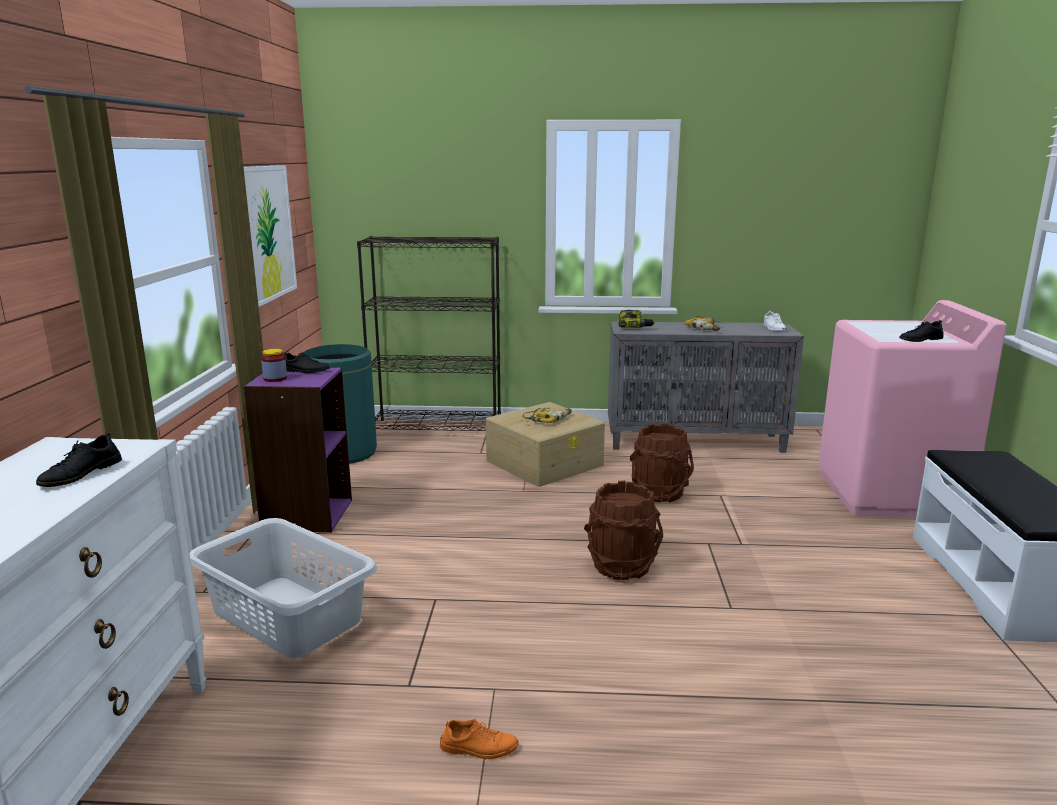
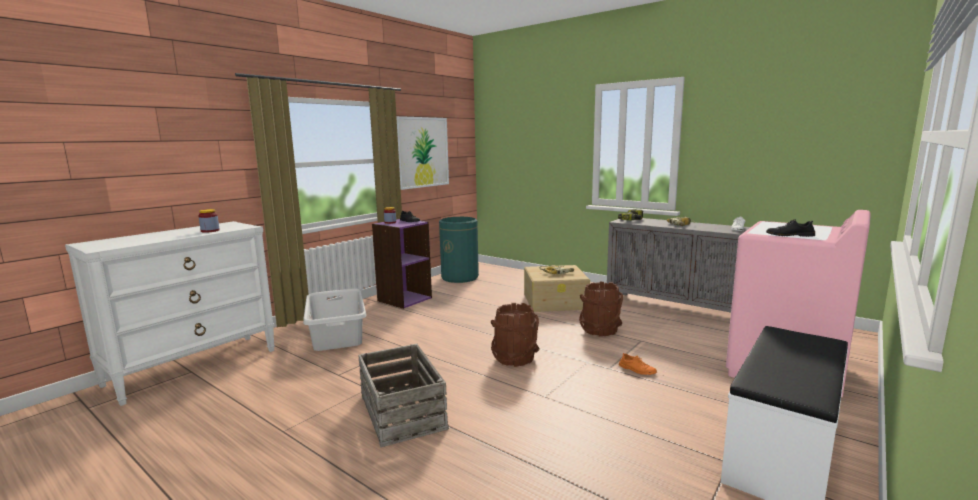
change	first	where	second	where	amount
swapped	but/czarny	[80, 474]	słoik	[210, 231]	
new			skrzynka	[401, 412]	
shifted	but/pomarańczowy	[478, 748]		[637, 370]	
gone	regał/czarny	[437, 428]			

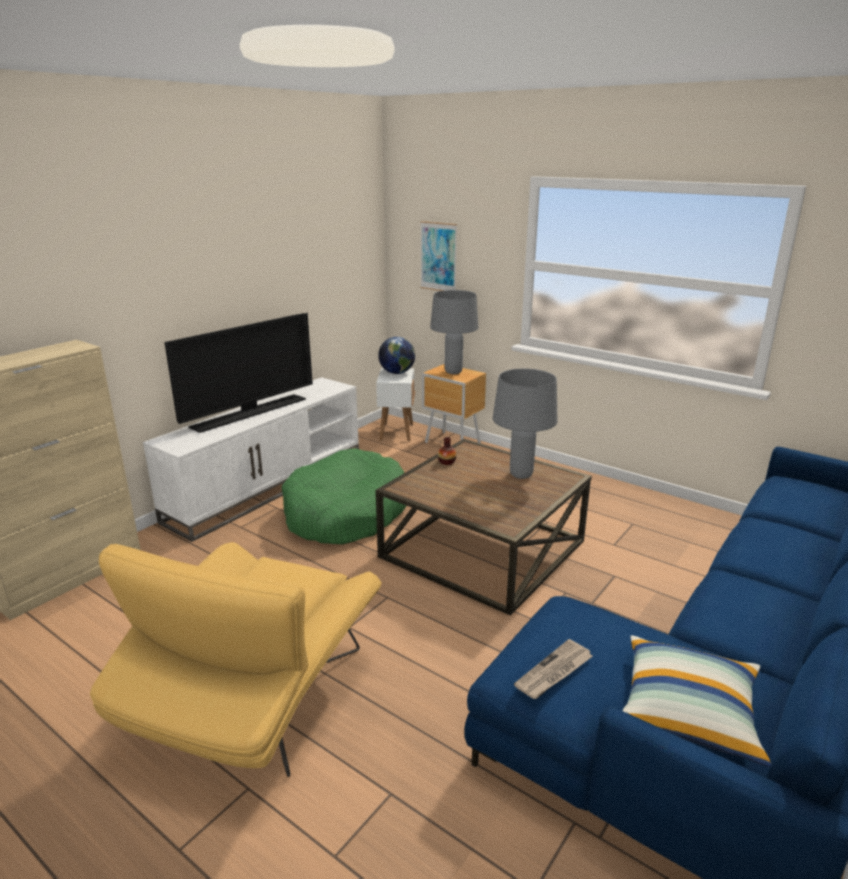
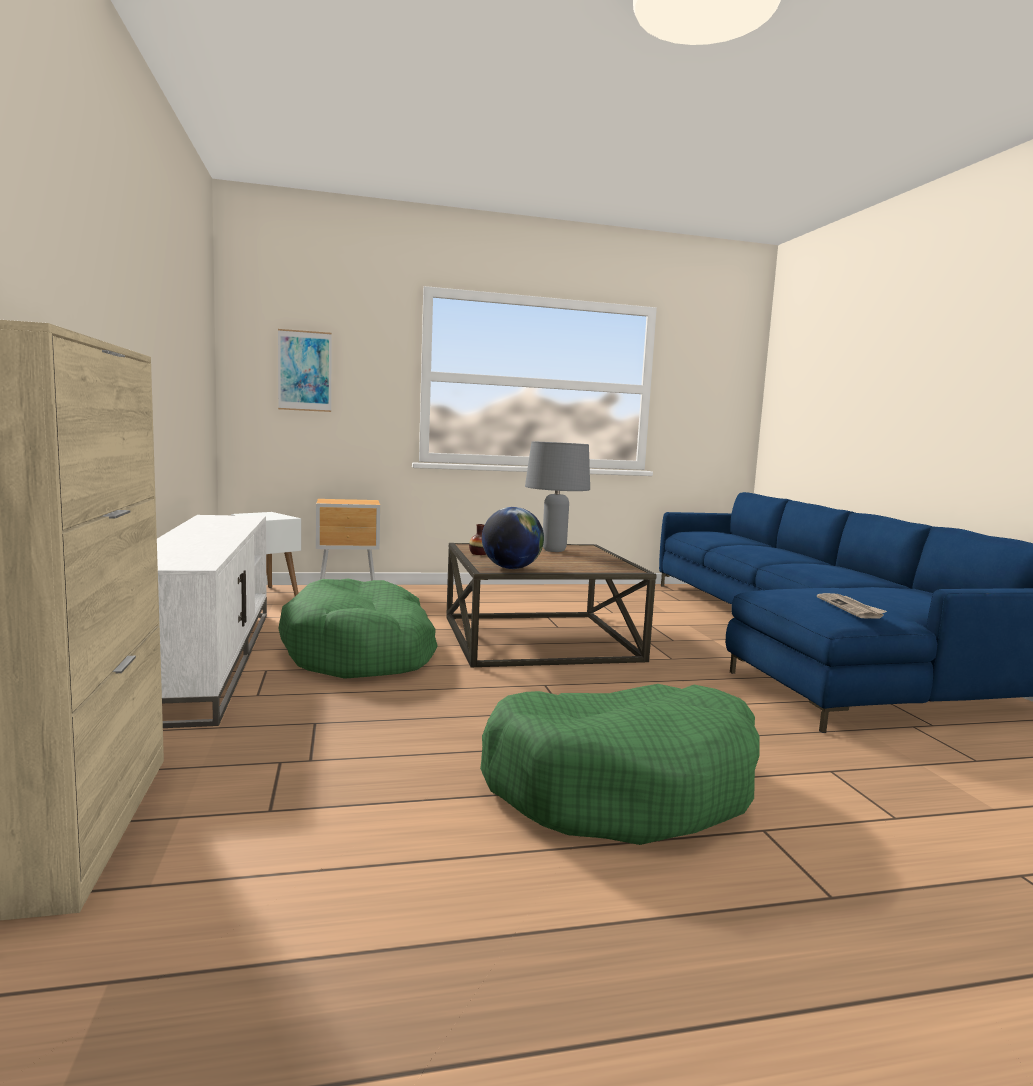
change	first	where	second	where	amount
swapped	fotel/żółty	[254, 702]	legowisko/zielony	[622, 786]	
shifted	globus	[397, 373]		[511, 568]	
gone	telewizor	[250, 413]			
gone	lampa stołowa/szary	[453, 372]			
gone	poduszka	[688, 712]			

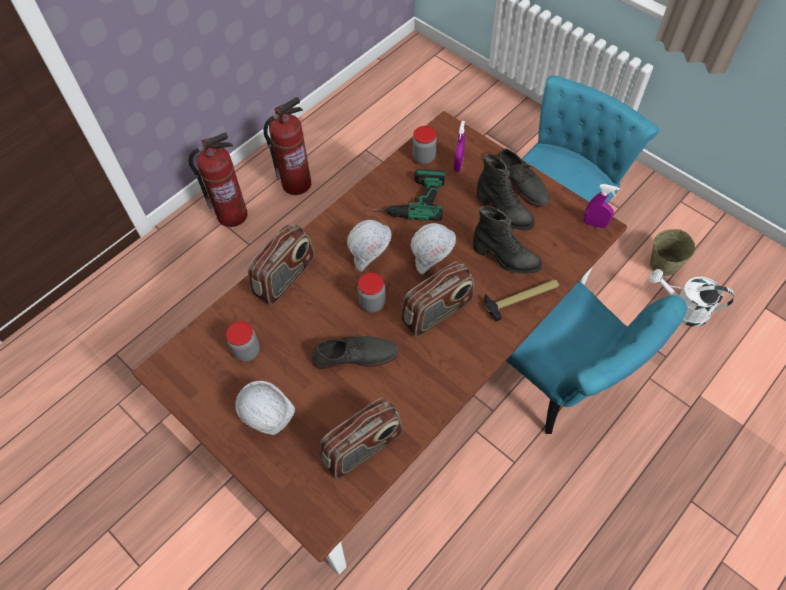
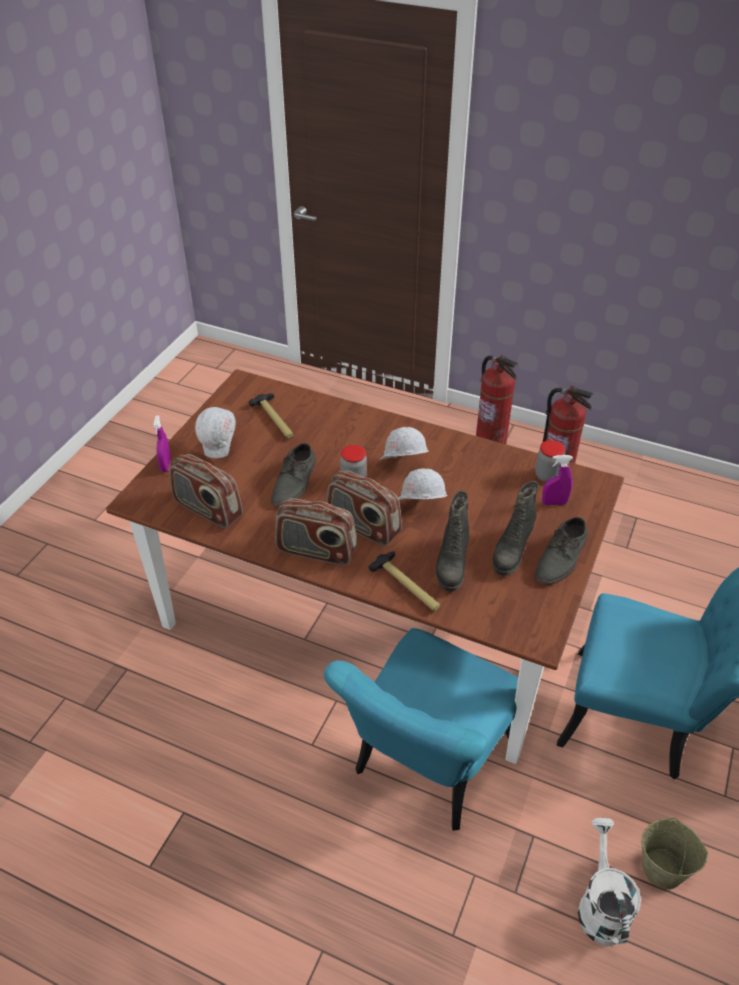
change	first	where	second	where	amount
shifted	spryskiwacz/fioletowy	[594, 224]		[166, 465]	
swapped	słoik	[247, 351]	młotek	[275, 420]	
rotated	but/szary	[355, 355]		[295, 482]	45 degrees clockwise
shifted	radio	[285, 277]		[316, 551]	
gone	wiertarka	[409, 199]			

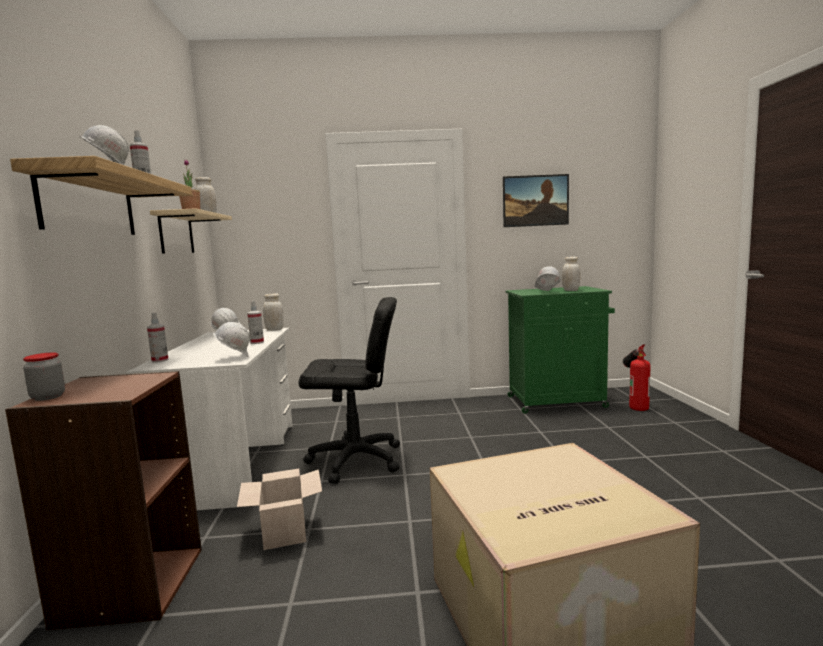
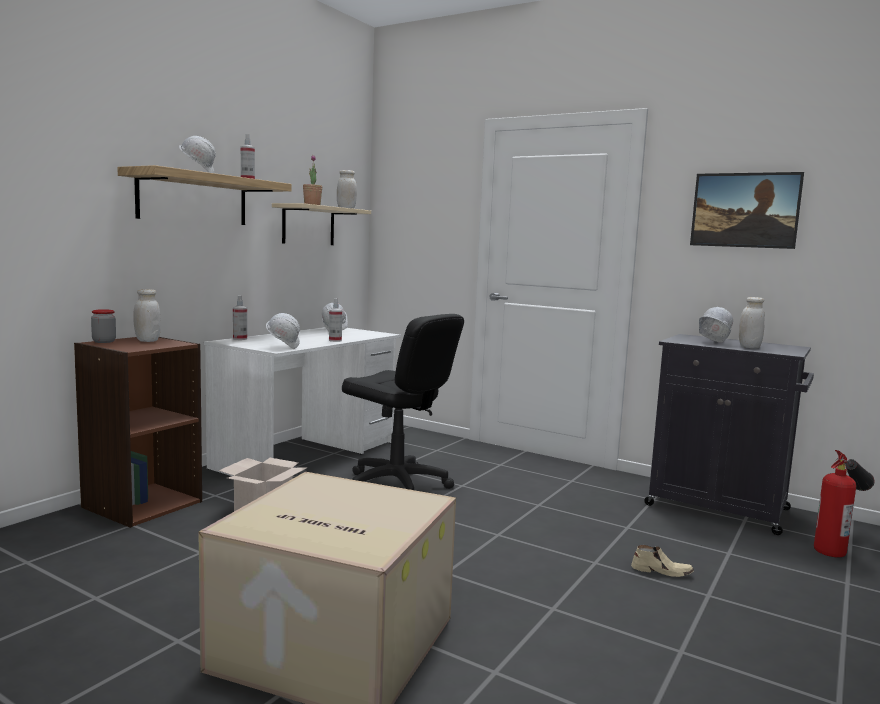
change	first	where	second	where	amount
shifted	słoik/biały	[274, 330]		[147, 341]	
new			but/beżowy	[661, 571]	
repainted	szafka/zielony	[558, 402]	szafka/czarny	[720, 508]	

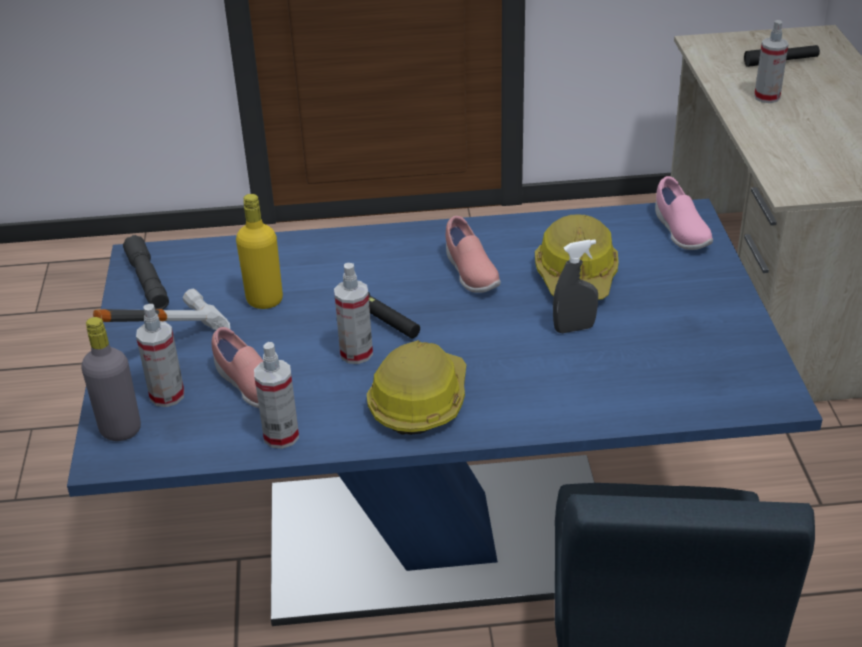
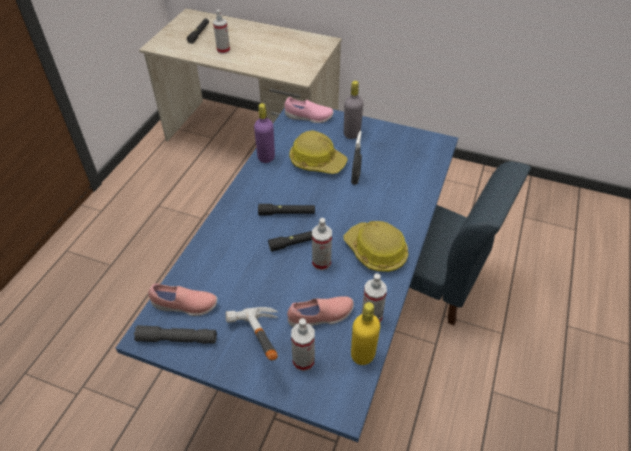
change	first	where	second	where	amount
shifted	but/różowy	[470, 273]		[185, 306]	
new			butelka/fioletowy	[266, 157]	
new			latarka/czarny	[287, 213]	
shifted	butelka/szary	[120, 430]		[352, 134]	
shifted	butelka/żółty	[264, 300]		[362, 355]	

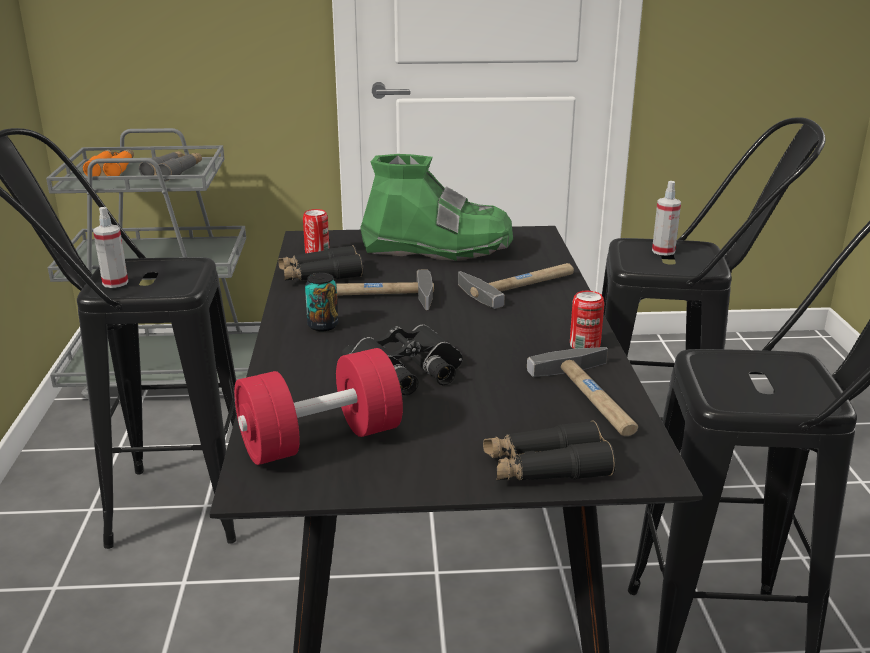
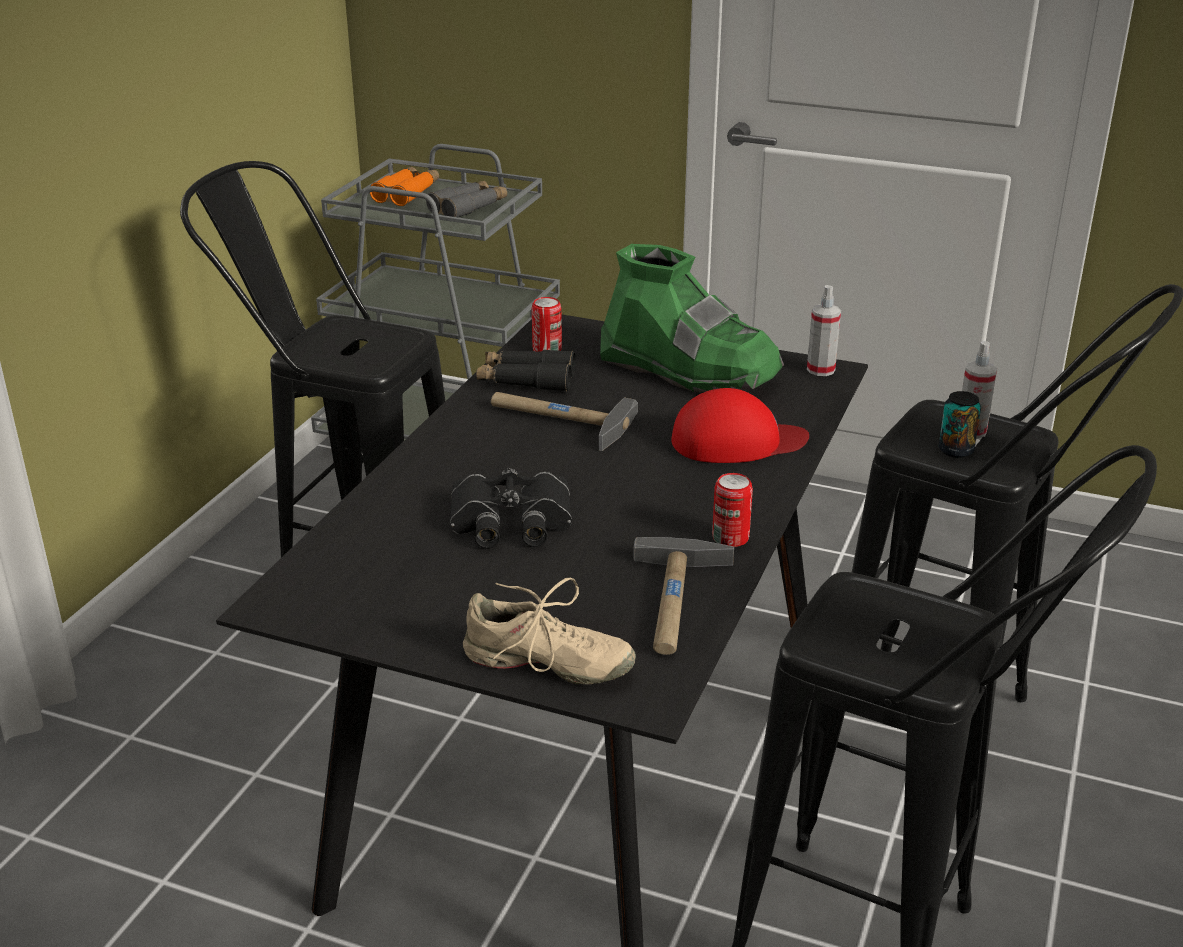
change	first	where	second	where	amount
swapped	lornetka/czarny	[546, 468]	but/beżowy	[547, 664]	
swapped	młotek	[520, 285]	czapka z daszkiem/czerwony	[737, 441]	
shifted	spryskiwacz	[115, 283]		[820, 370]	
shifted	puszka	[323, 326]		[956, 450]	
gone	hantel/czerwony	[320, 440]			

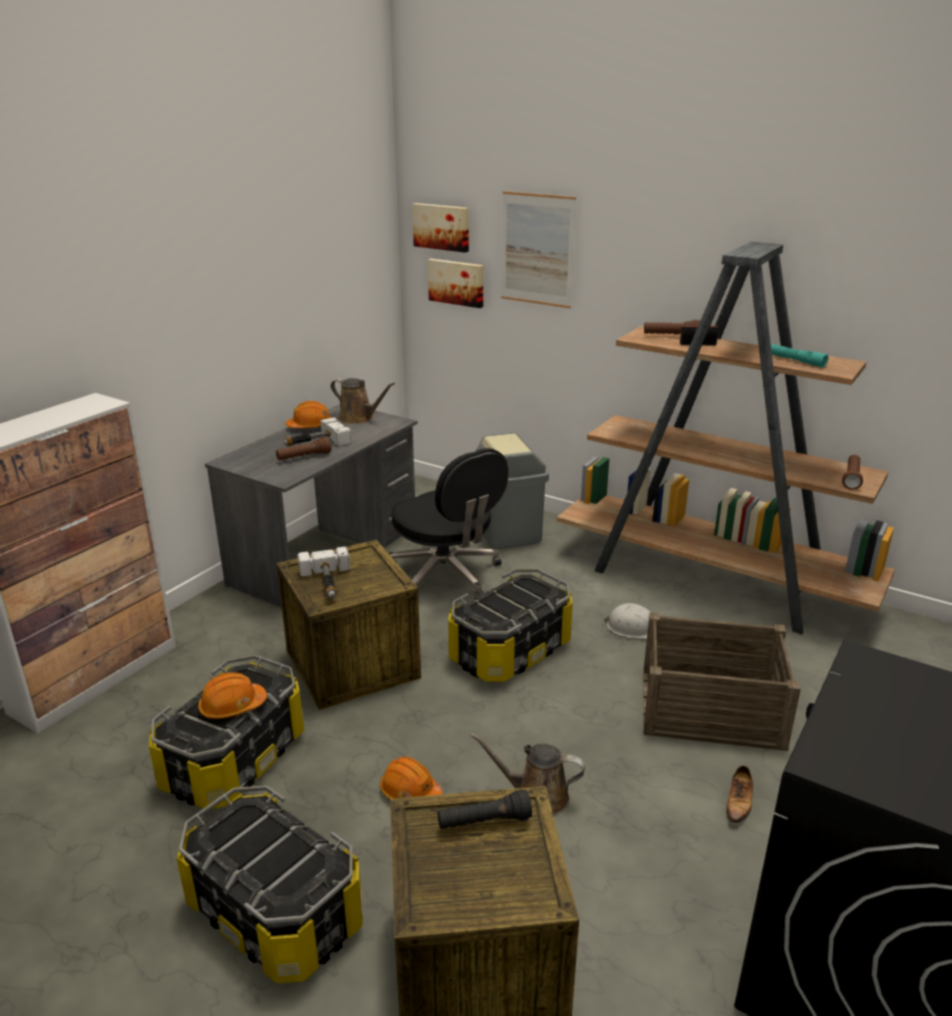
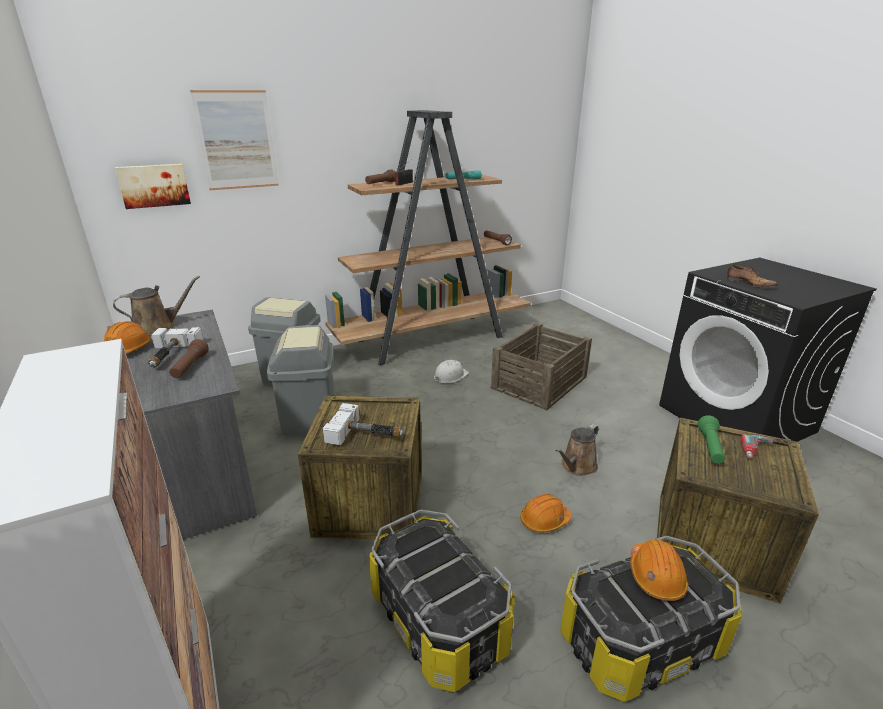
change	first	where	second	where	amount
swapped	krzesło biurowe/czarny	[446, 576]	kosz na śmieci/szary	[310, 419]	
shifted	kask/pomarańczowy	[232, 706]		[656, 576]	
repainted	latarka/czarny	[484, 822]	latarka/zielony	[710, 448]	
shifted	but	[739, 802]		[749, 284]	
new			wiertarka	[764, 451]	
gone	obraz	[442, 227]			
gone	pojemnik do przechowywania	[511, 652]			

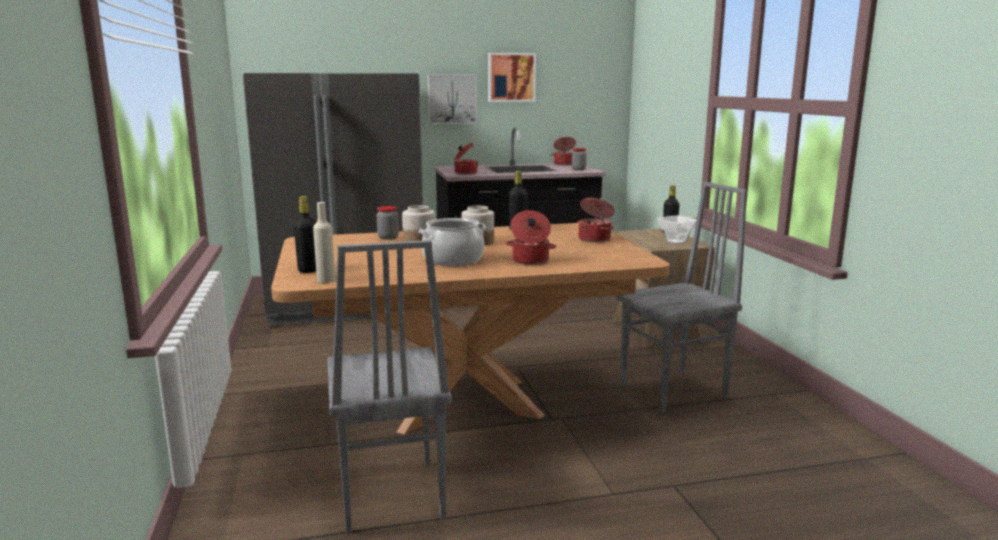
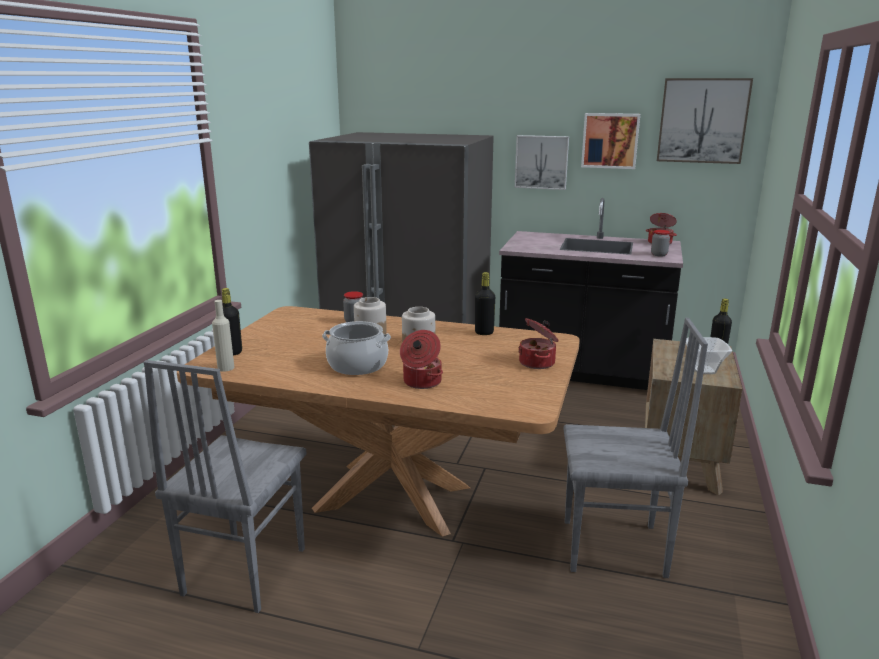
change	first	where	second	where	amount
new			obraz	[702, 120]	
gone	garnek	[465, 173]			

